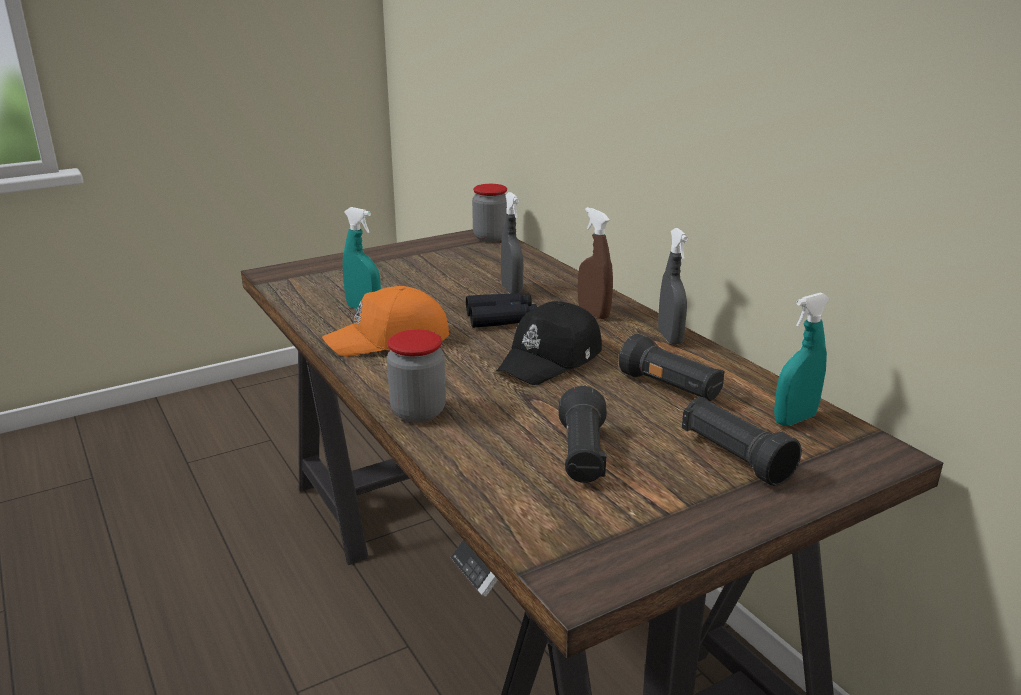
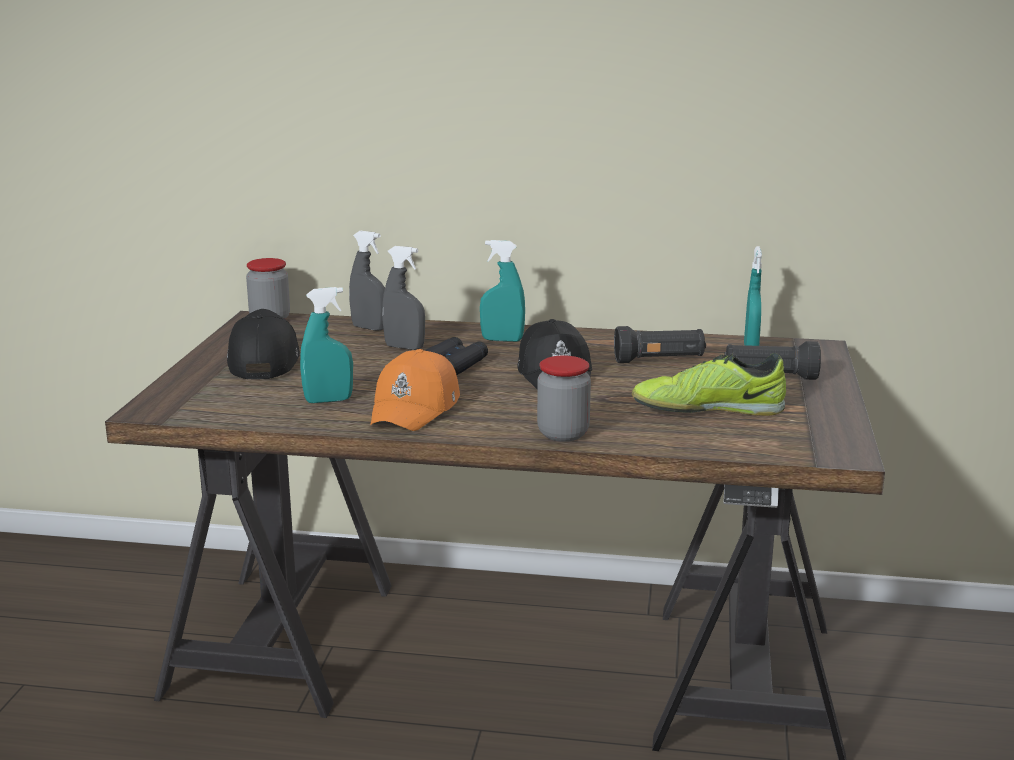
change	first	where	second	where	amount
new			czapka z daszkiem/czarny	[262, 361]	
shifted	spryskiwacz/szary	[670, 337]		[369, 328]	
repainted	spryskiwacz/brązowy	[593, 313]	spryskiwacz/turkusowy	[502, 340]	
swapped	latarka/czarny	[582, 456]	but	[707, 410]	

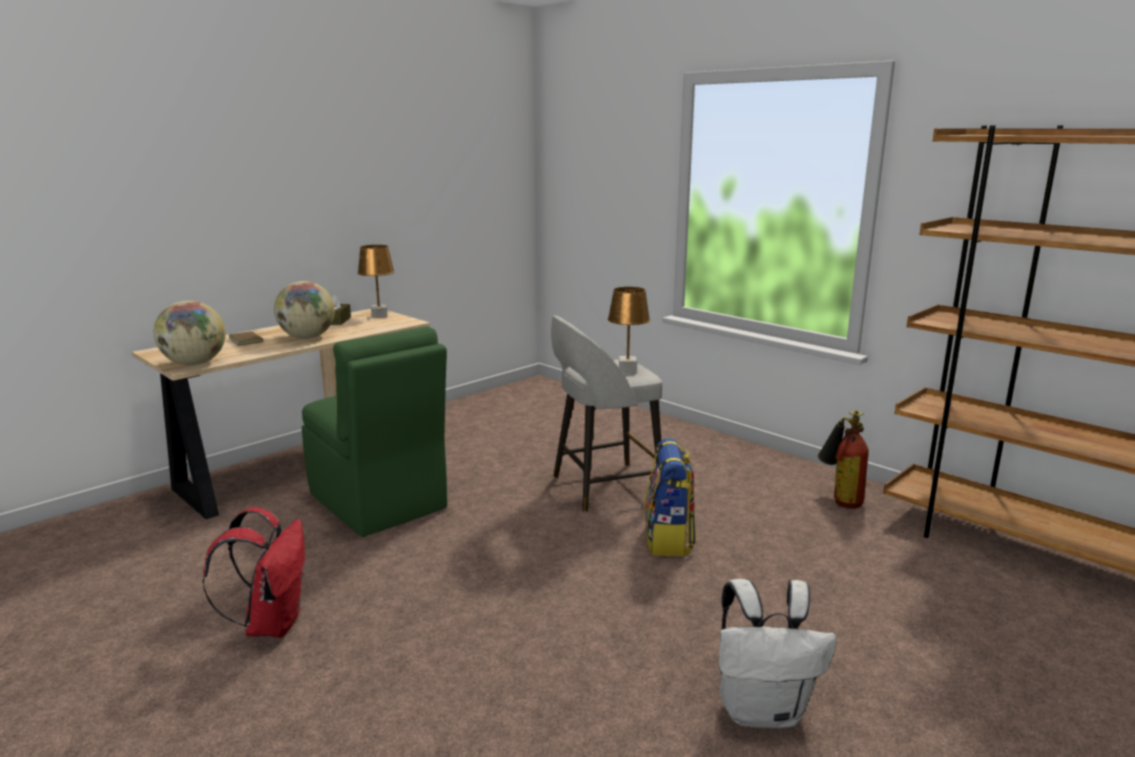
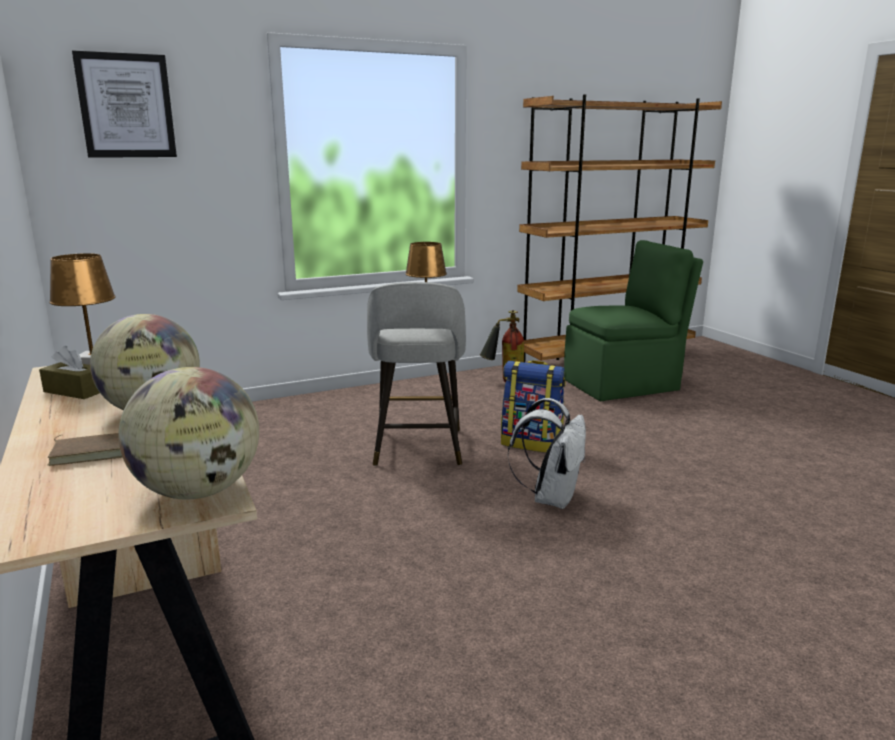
change	first	where	second	where	amount
new			obraz	[126, 106]	
shifted	plecak/biały	[763, 710]		[551, 498]	
shifted	krzesło/zielony	[378, 502]		[623, 385]	
gone	plecak/czerwony	[272, 623]			

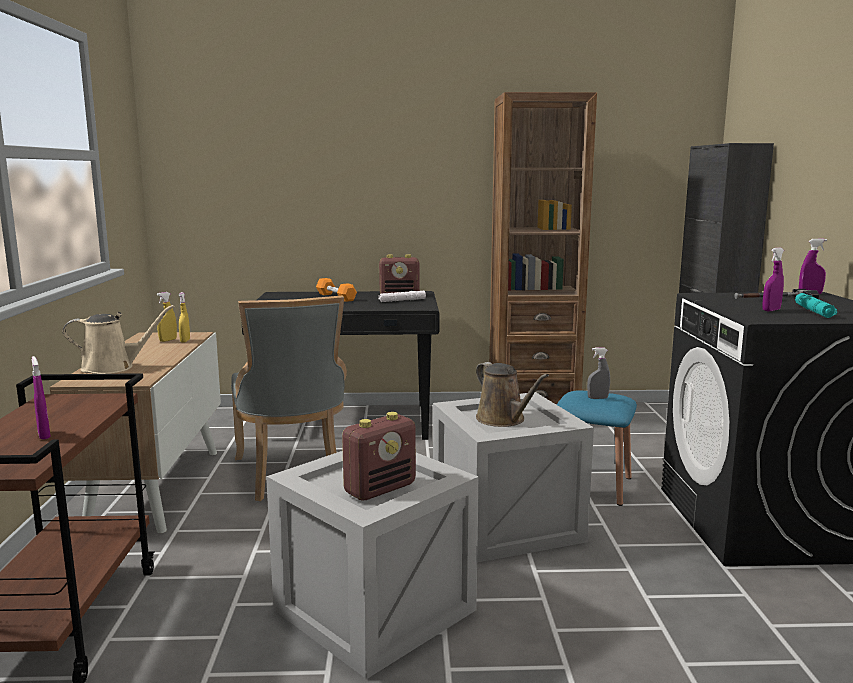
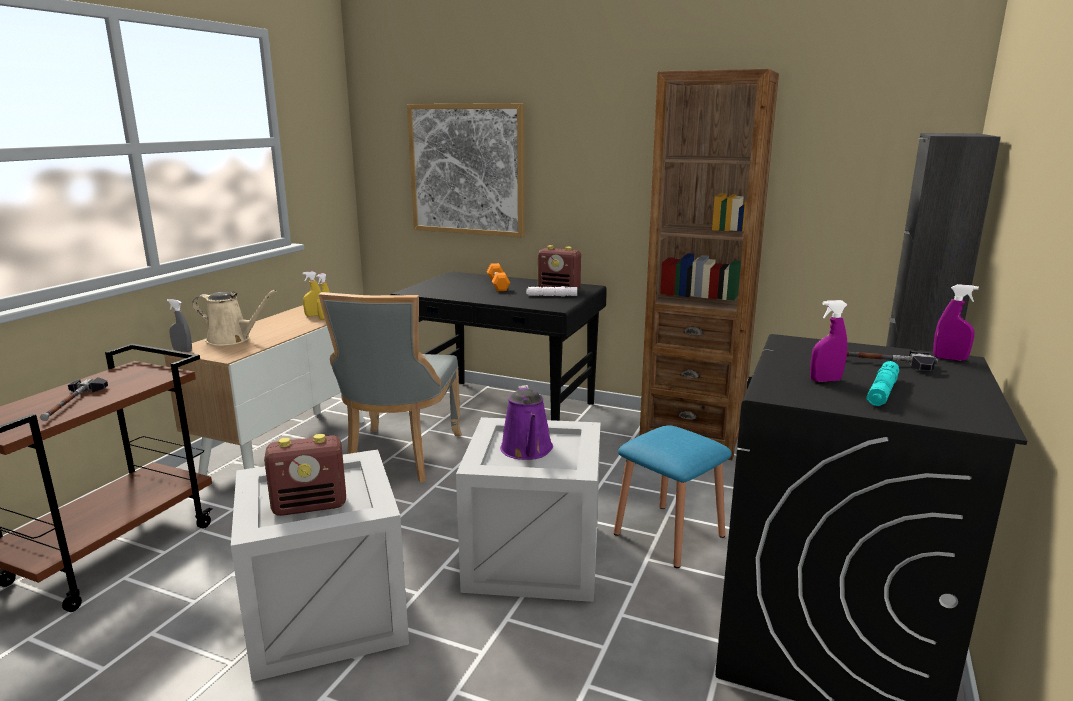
change	first	where	second	where	amount
swapped	spryskiwacz/fioletowy	[44, 435]	młotek	[72, 403]	
shifted	spryskiwacz/szary	[597, 398]		[182, 350]	
new			obraz	[467, 170]	
repainted	konewka/brązowy	[503, 420]	konewka/fioletowy	[527, 450]	

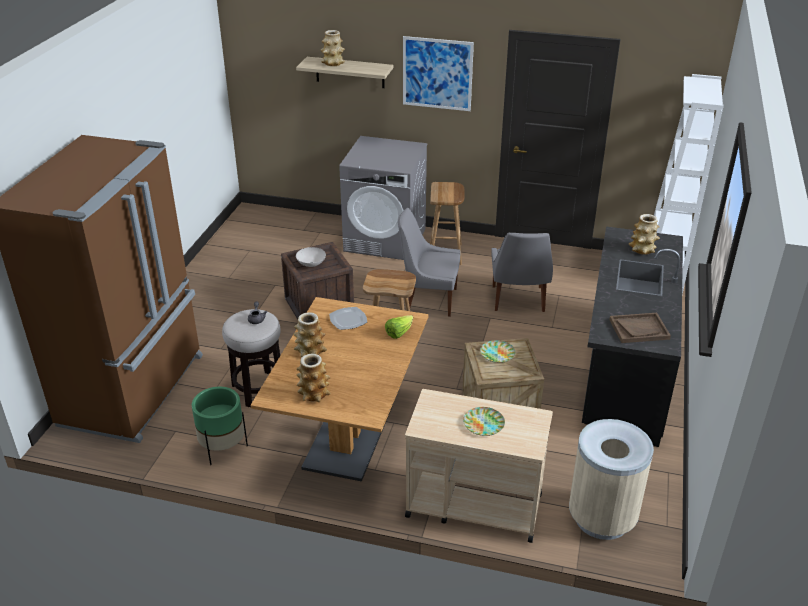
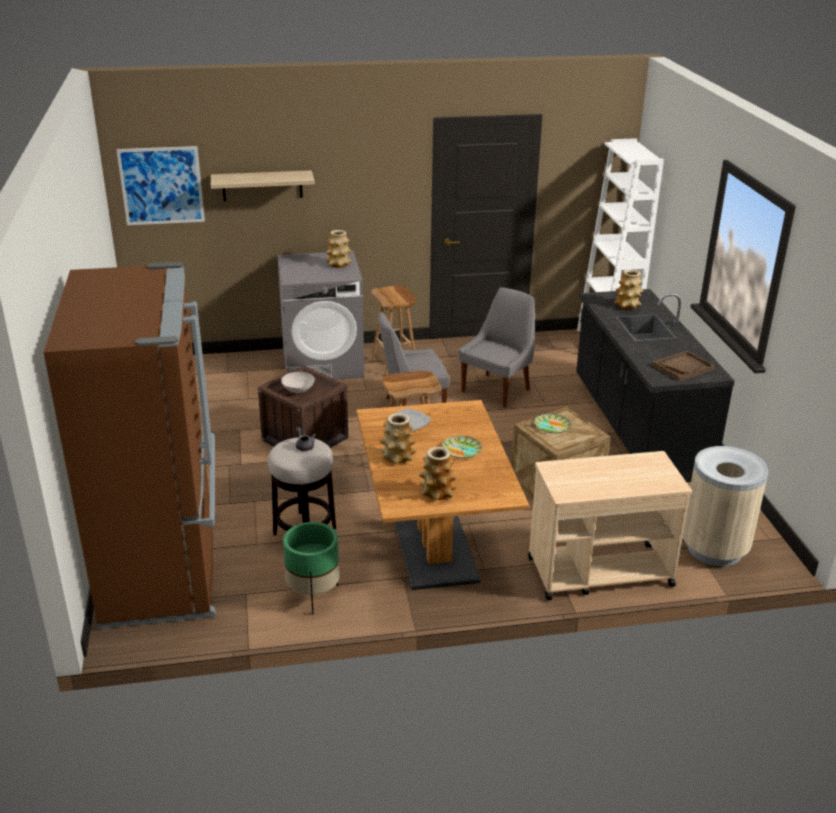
change	first	where	second	where	amount
shifted	obraz	[437, 73]		[161, 186]	
shifted	wazon	[333, 63]		[339, 264]	
shifted	talerz	[484, 424]		[461, 449]	
rotated	krzesło/szary	[518, 300]		[497, 390]	120 degrees counterclockwise
gone	sałata	[399, 333]			

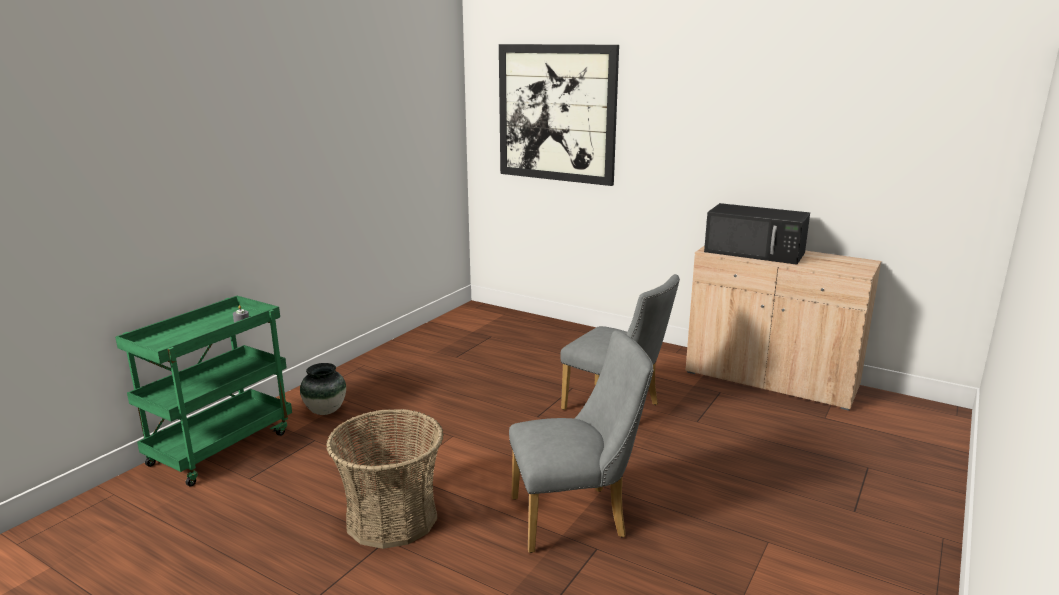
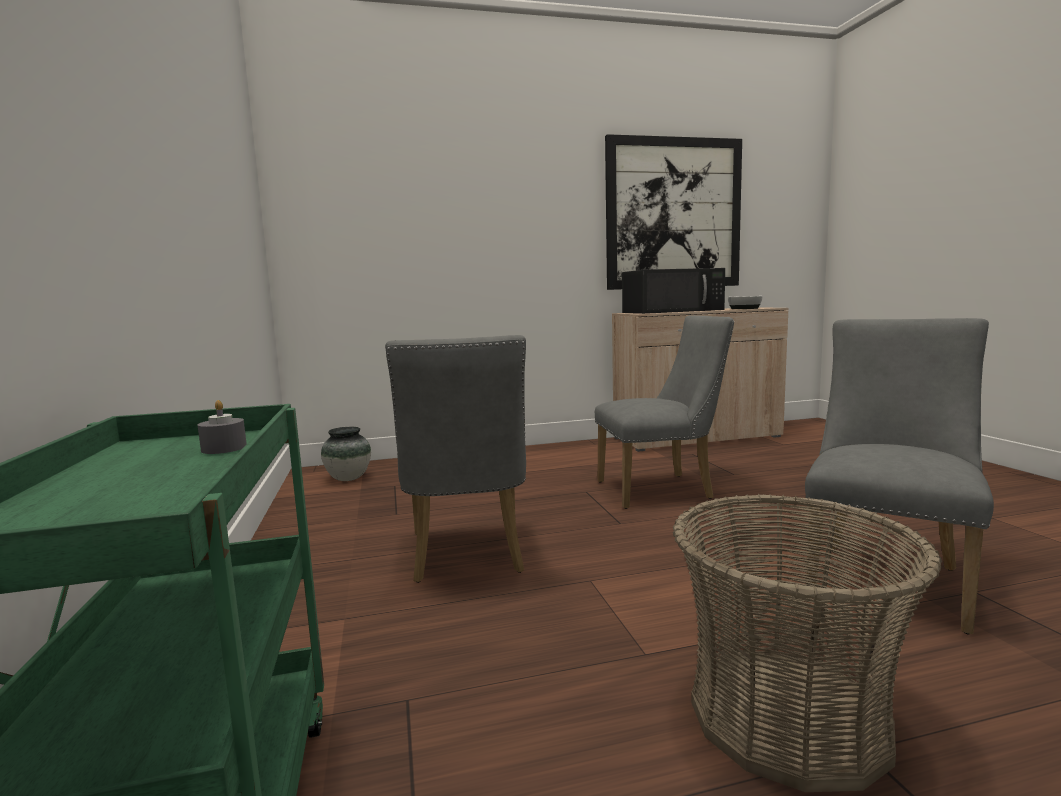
change	first	where	second	where	amount
shifted	wazon	[326, 410]		[348, 478]	
new			krzesło/szary	[467, 557]	
shifted	obraz	[556, 113]		[673, 214]	
new			miska	[744, 308]	

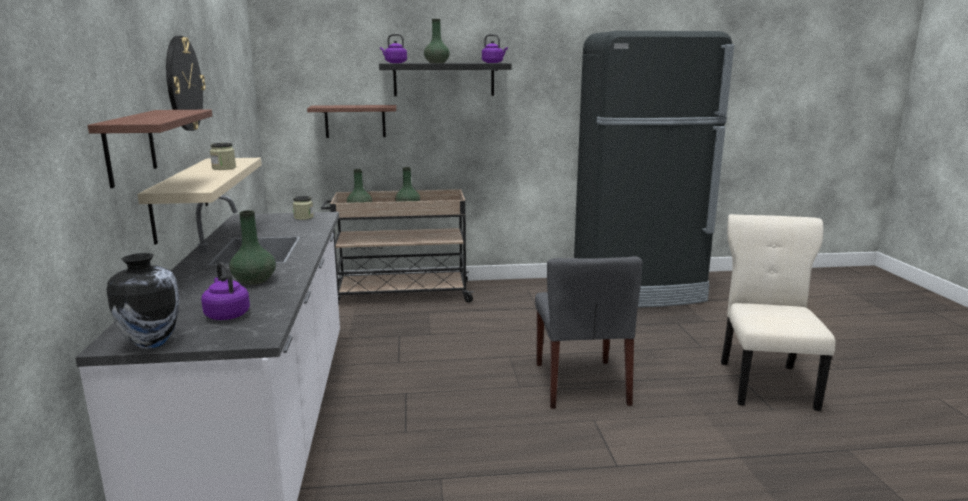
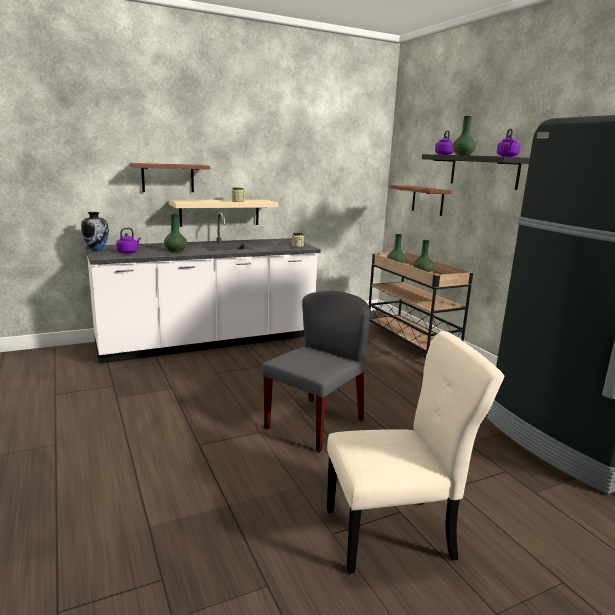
change	first	where	second	where	amount
rotated	krzesło/szary	[581, 384]		[315, 423]	150 degrees clockwise
gone	zegar ścienny	[183, 84]			

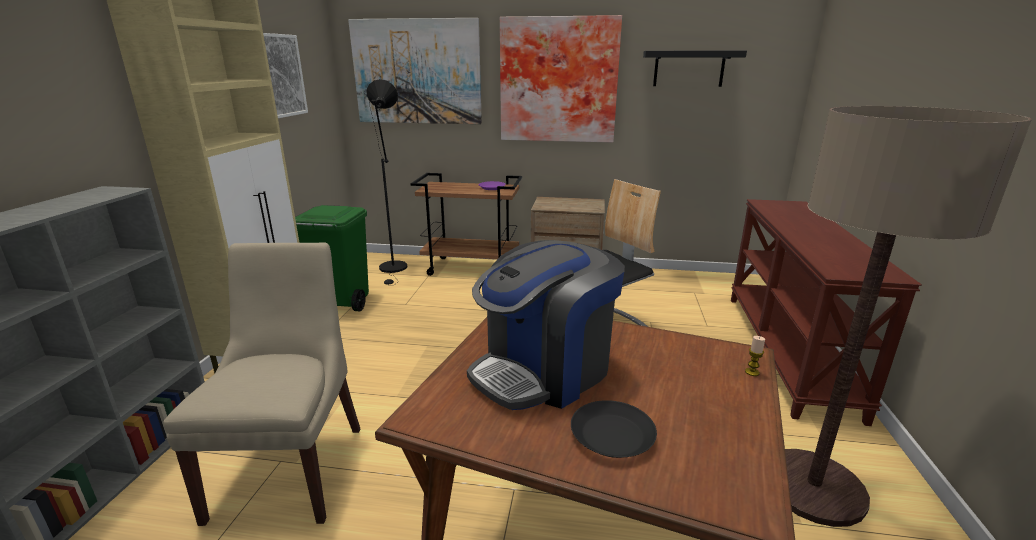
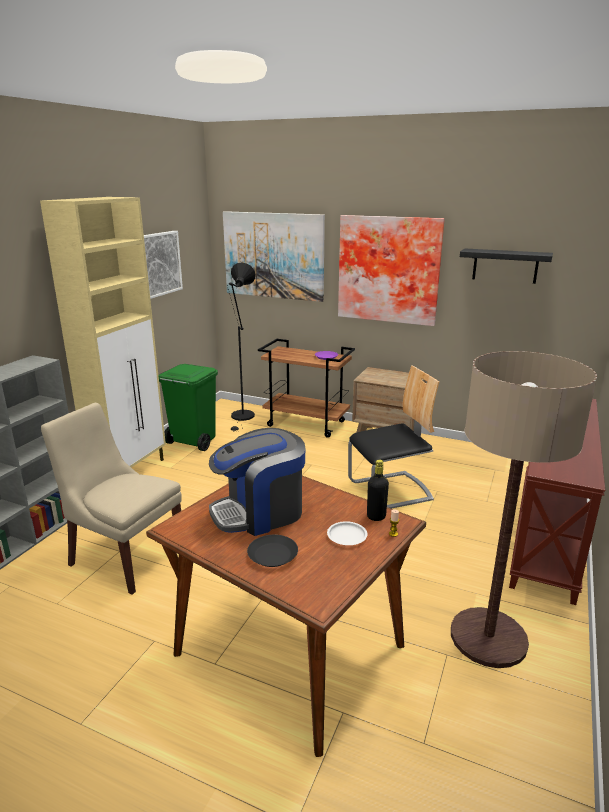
change	first	where	second	where	amount
rotated	krzesło/beżowy	[291, 467]		[125, 556]	75 degrees counterclockwise
new			talerz/biały	[347, 536]	
new			butelka/czarny	[376, 516]	

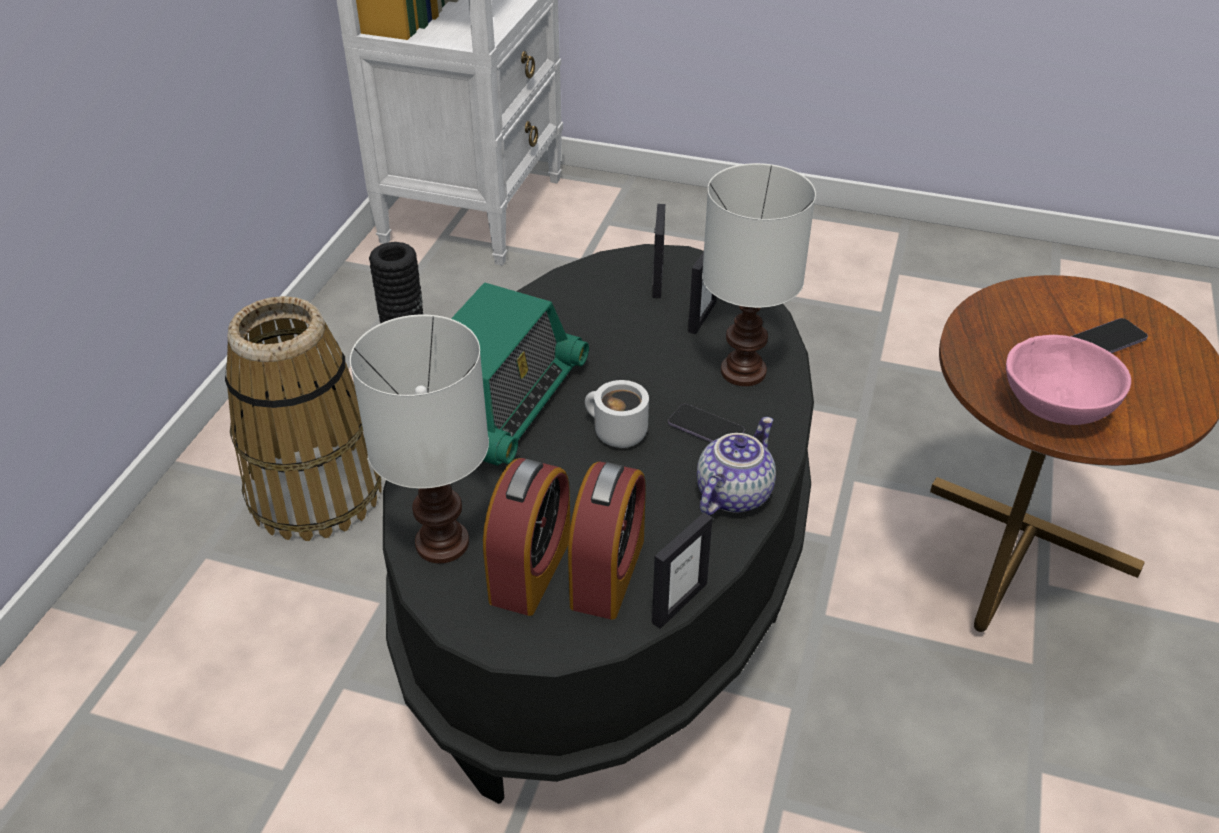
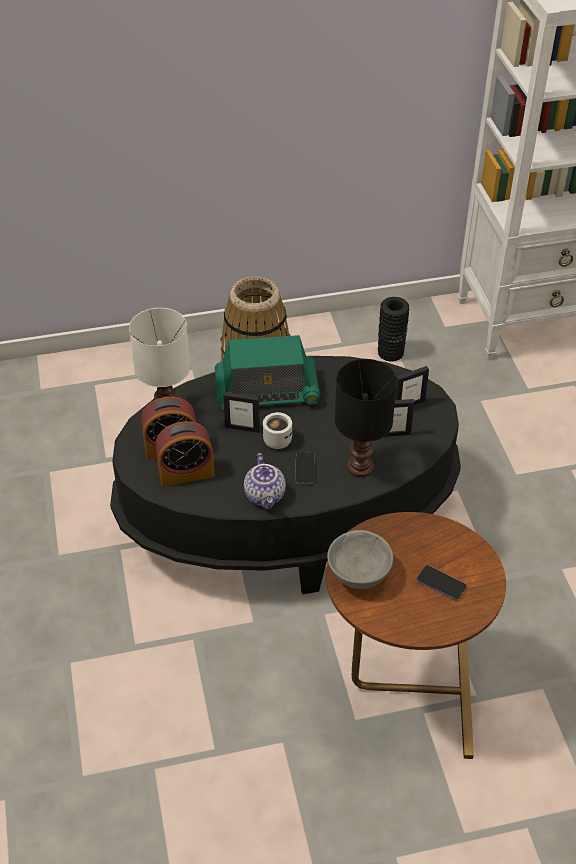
change	first	where	second	where	amount
shifted	ramka na zdjęcie	[679, 603]		[242, 428]	
rotated	imbryk	[732, 493]		[266, 496]	75 degrees clockwise
repainted	miska/różowy	[1054, 411]	miska/szary	[358, 574]	
repainted	lampa stołowa/biały	[745, 372]	lampa stołowa/czarny	[360, 468]	

